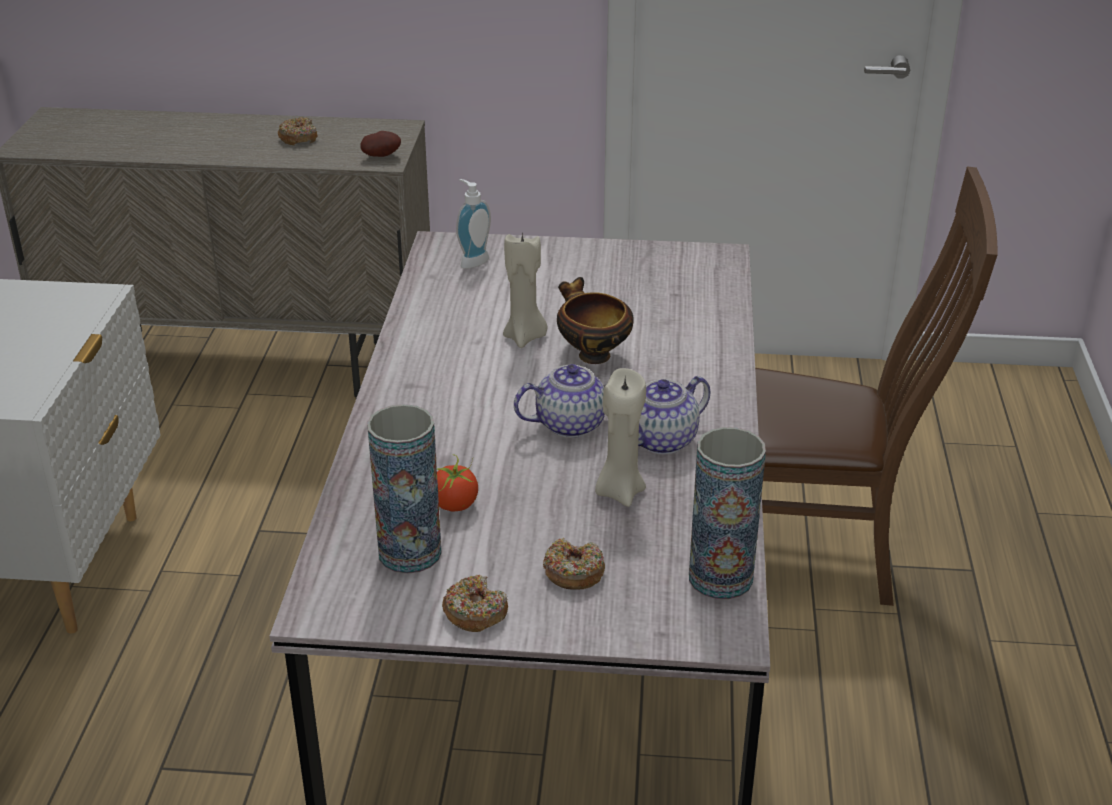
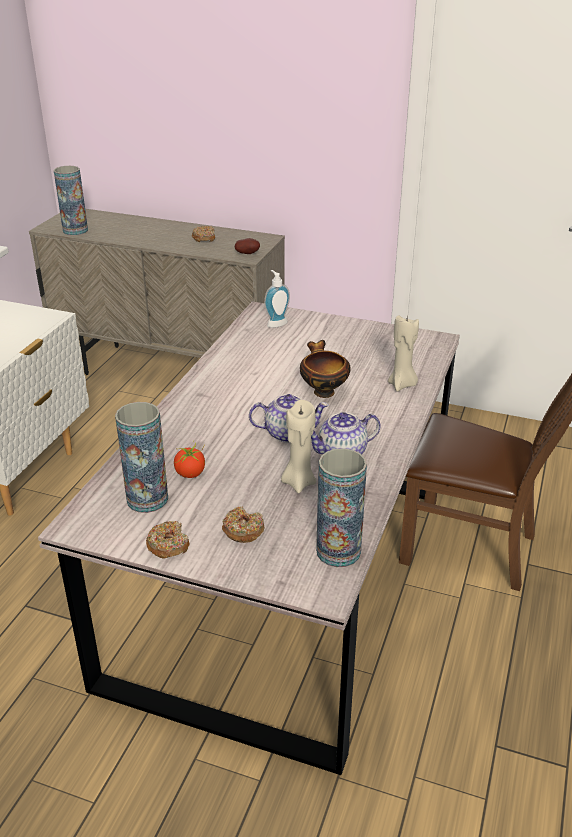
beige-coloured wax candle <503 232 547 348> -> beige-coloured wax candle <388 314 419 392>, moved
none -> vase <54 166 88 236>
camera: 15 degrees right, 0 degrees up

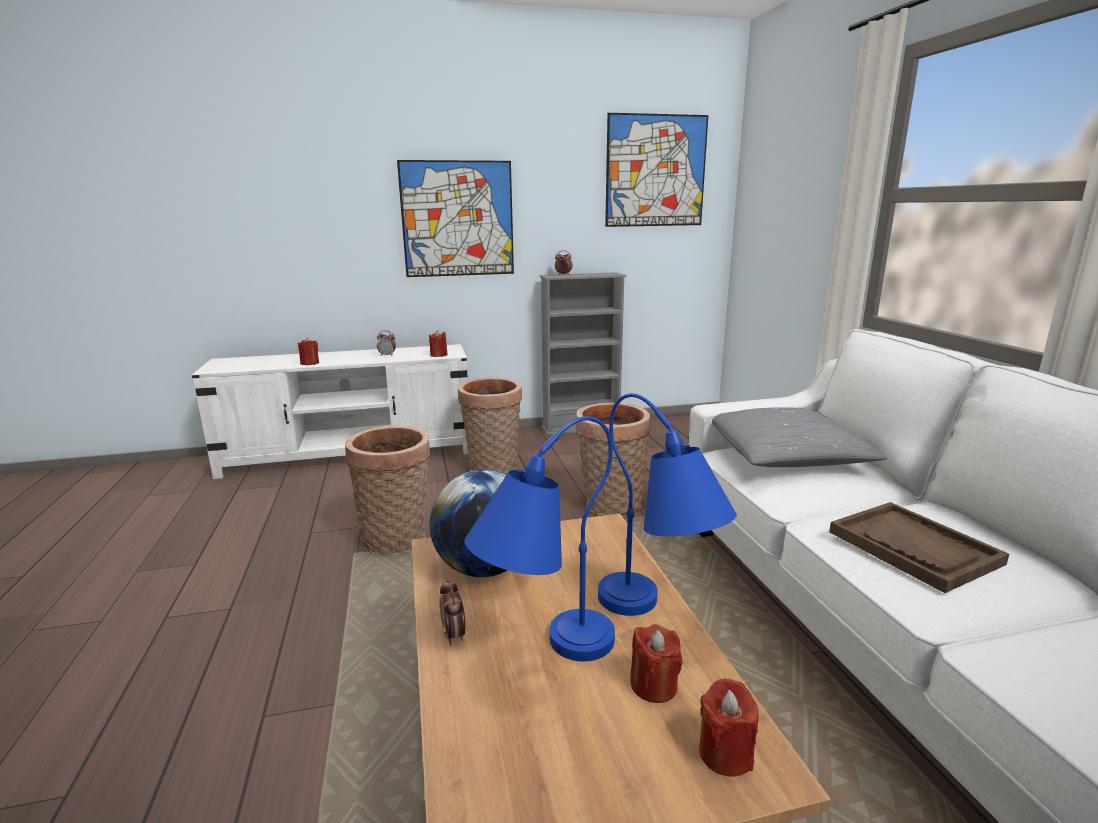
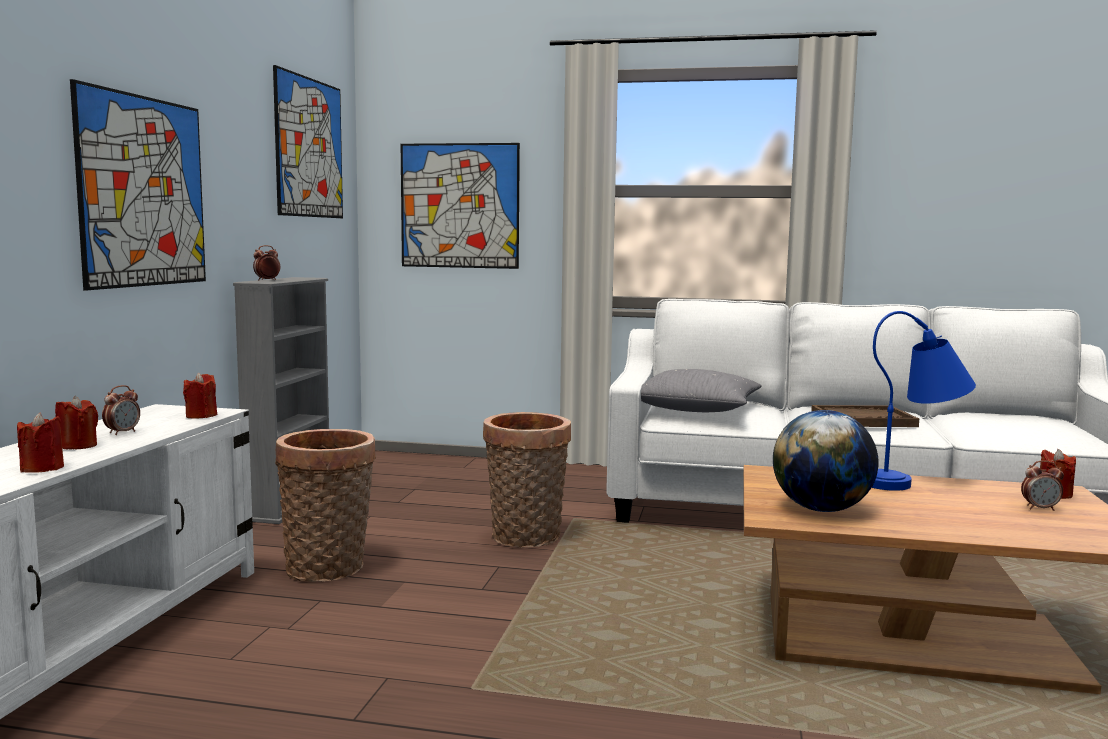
blue-coloured table lamp <464 416 615 661> -> none
household basket <345 426 430 555> -> none
alarm clock <439 579 466 645> -> alarm clock <1021 460 1064 511>, moved
red wax candle <630 624 683 703> -> red wax candle <55 396 98 449>, moved
none -> wall picture <401 143 520 269>
camera: 65 degrees left, 10 degrees down

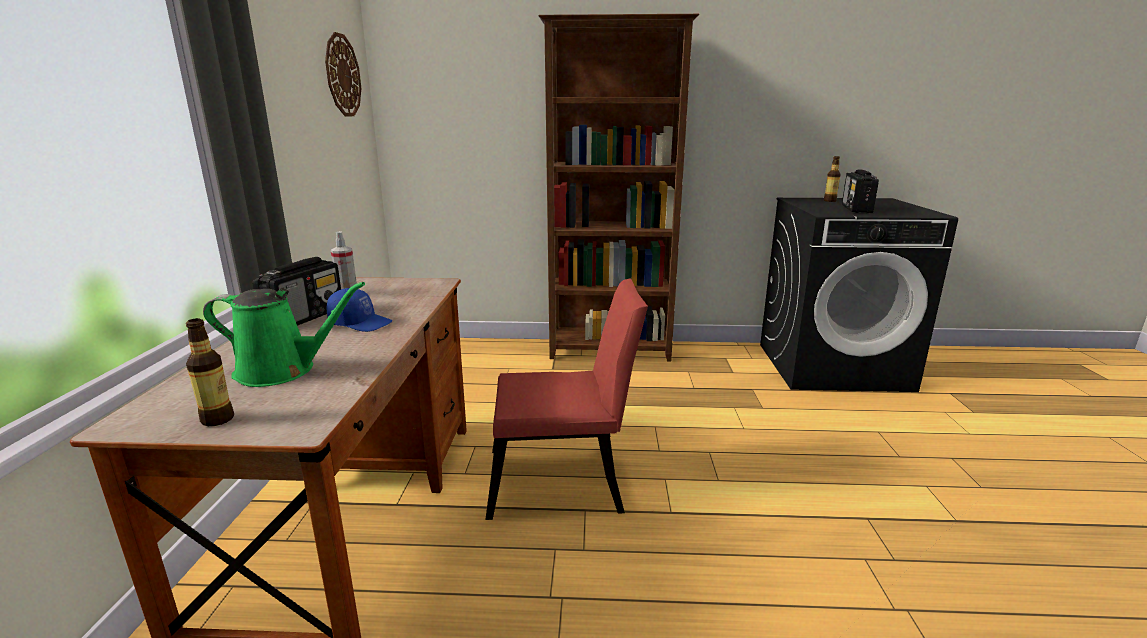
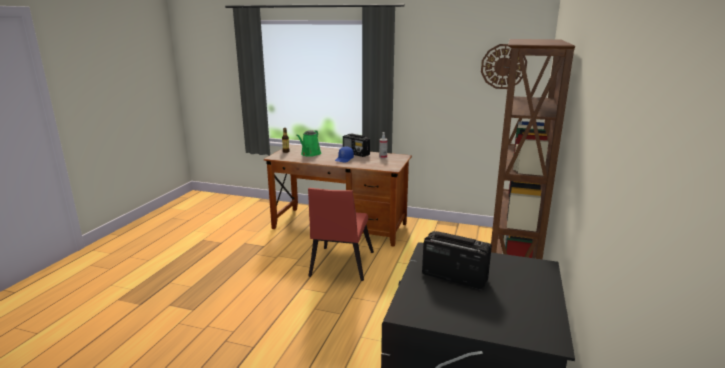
bottle <824 156 841 202> -> none
camera: 105 degrees right, 0 degrees up

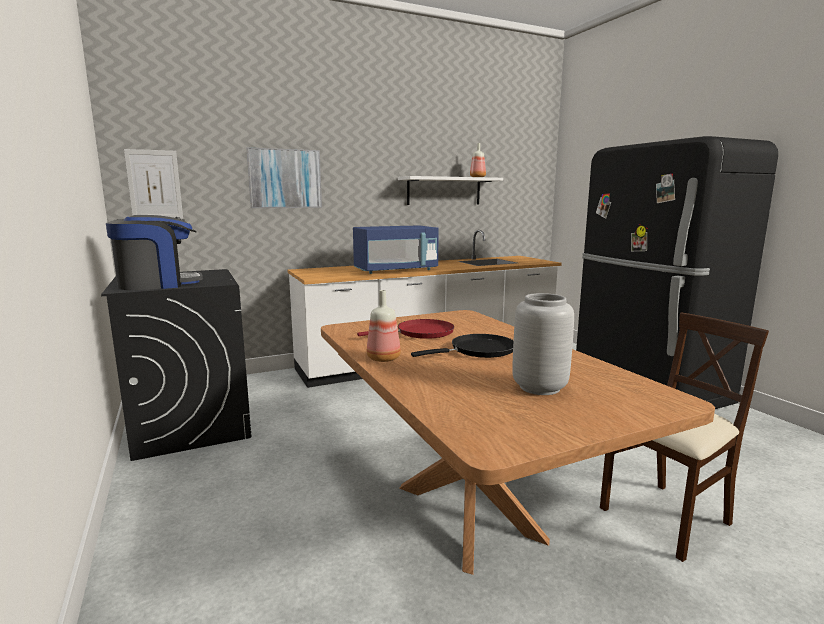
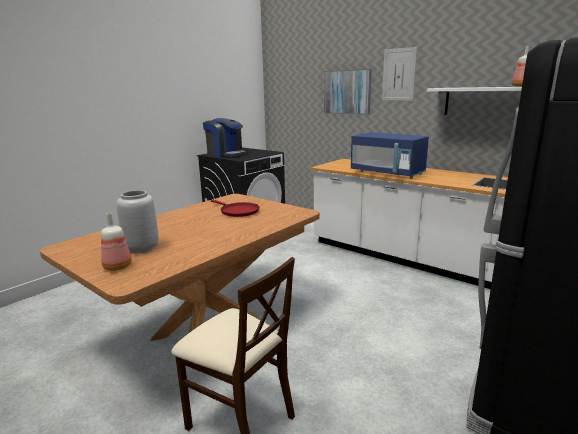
wall picture <124 149 183 219> -> wall picture <382 47 417 101>, moved
bottle <367 290 401 362> -> bottle <101 213 132 271>, moved
black-coloured skillet <411 334 514 358> -> none
camera: 65 degrees right, 5 degrees up

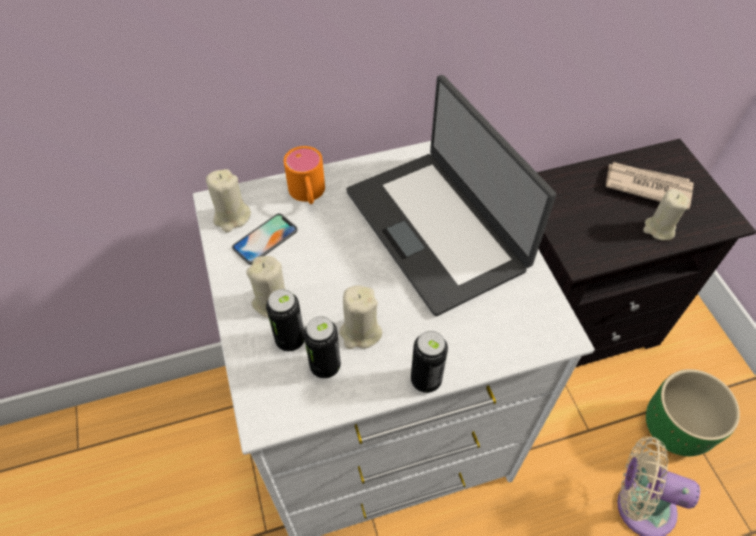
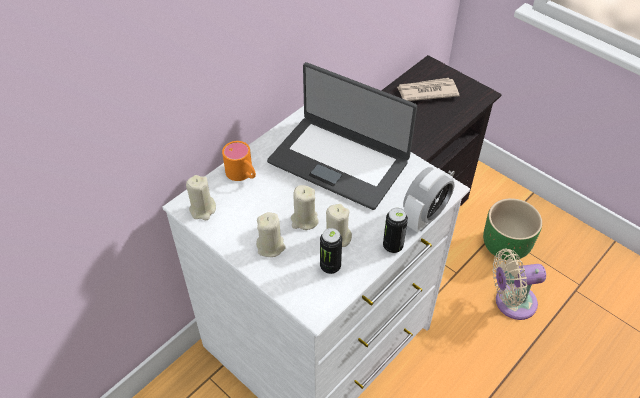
beige-coloured wax candle <643 189 689 241> -> beige-coloured wax candle <291 185 319 230>, moved
telephone <232 213 298 265> -> none
metal can <266 289 305 351> -> none
none -> alarm clock <403 167 455 232>
camera: 30 degrees left, 5 degrees down

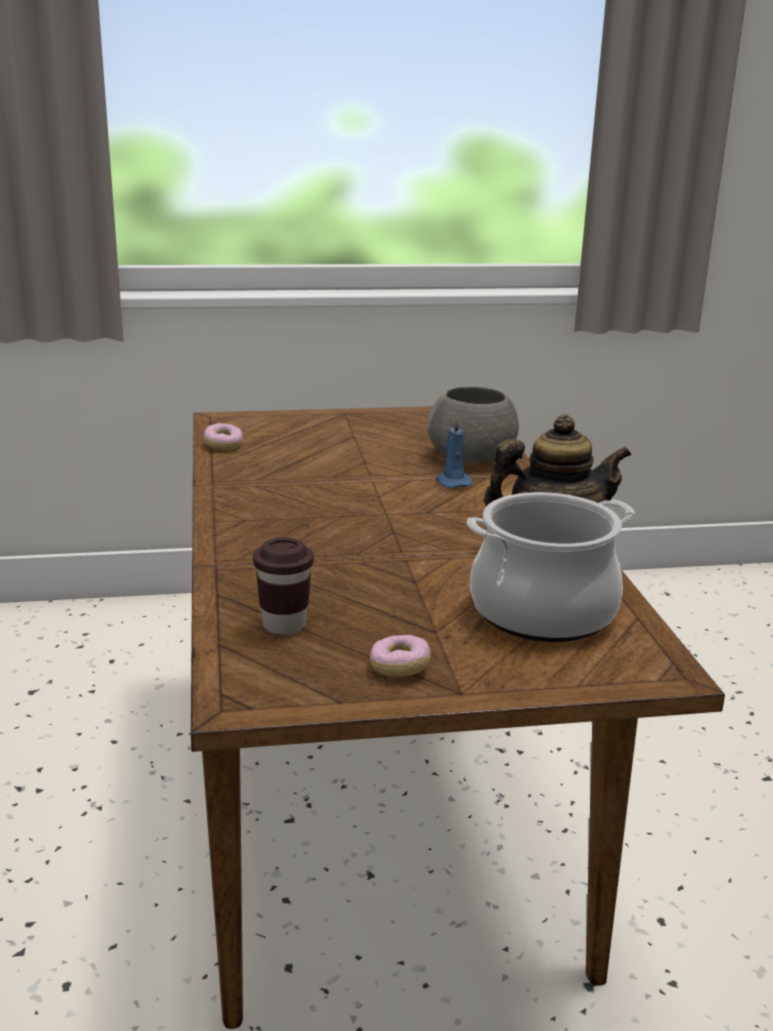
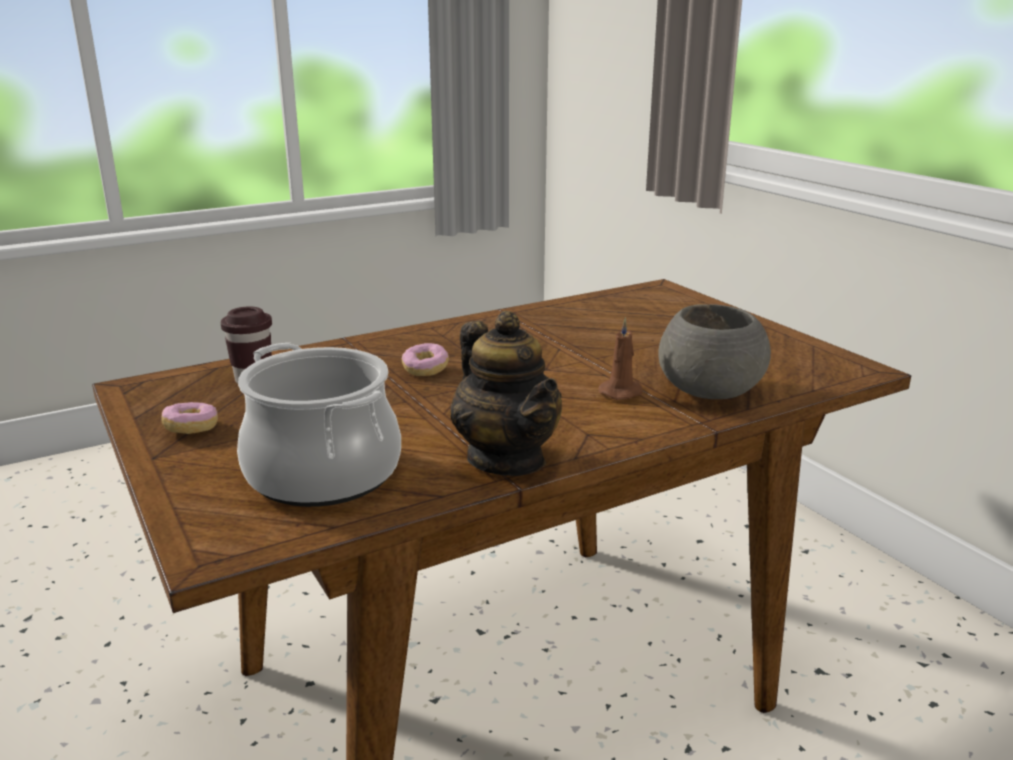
blue-coloured wax candle <436 417 473 488> -> brownish wax candle <598 317 643 400>
donut <203 423 243 450> -> donut <402 343 449 376>, moved
camera: 70 degrees right, 0 degrees up

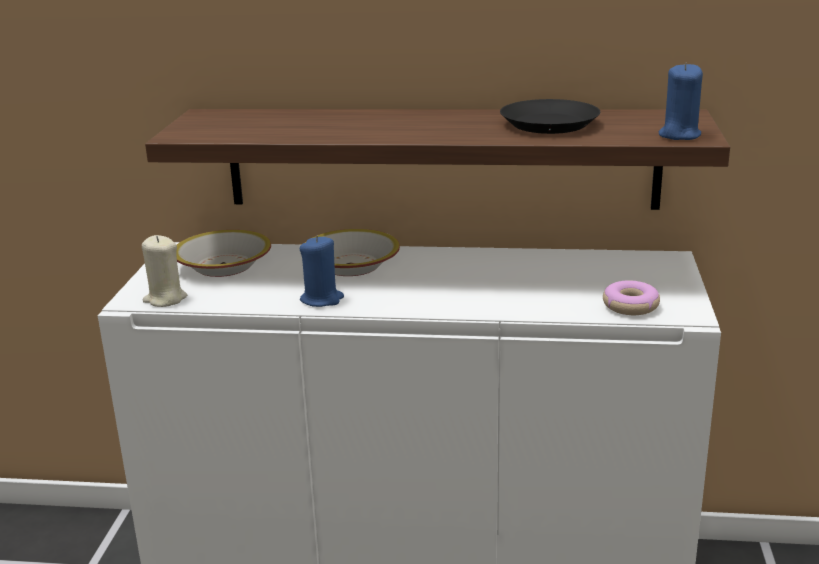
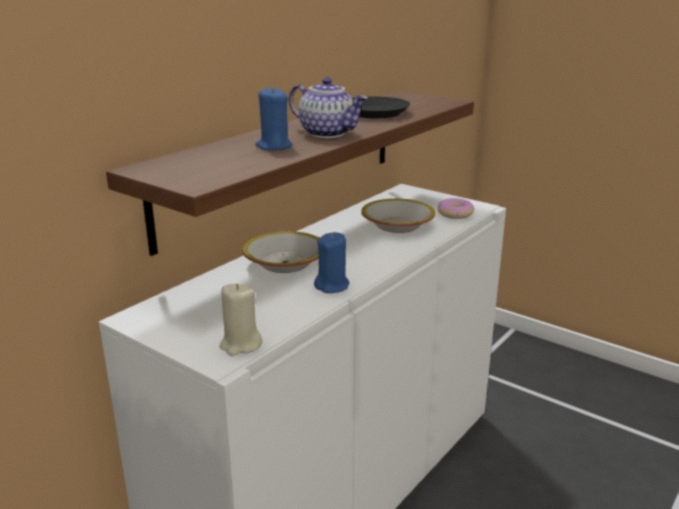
blue-coloured wax candle <659 63 703 140> -> blue-coloured wax candle <255 87 292 150>, moved
serving bowl <176 230 271 277> -> serving bowl <361 199 435 233>, moved
none -> pot for tea <289 77 368 138>
camera: 60 degrees left, 0 degrees up

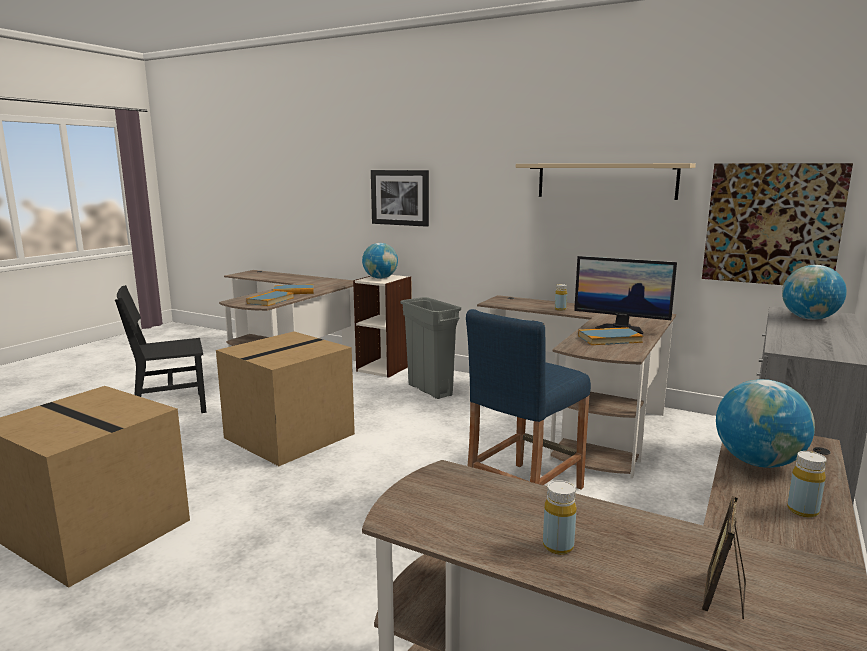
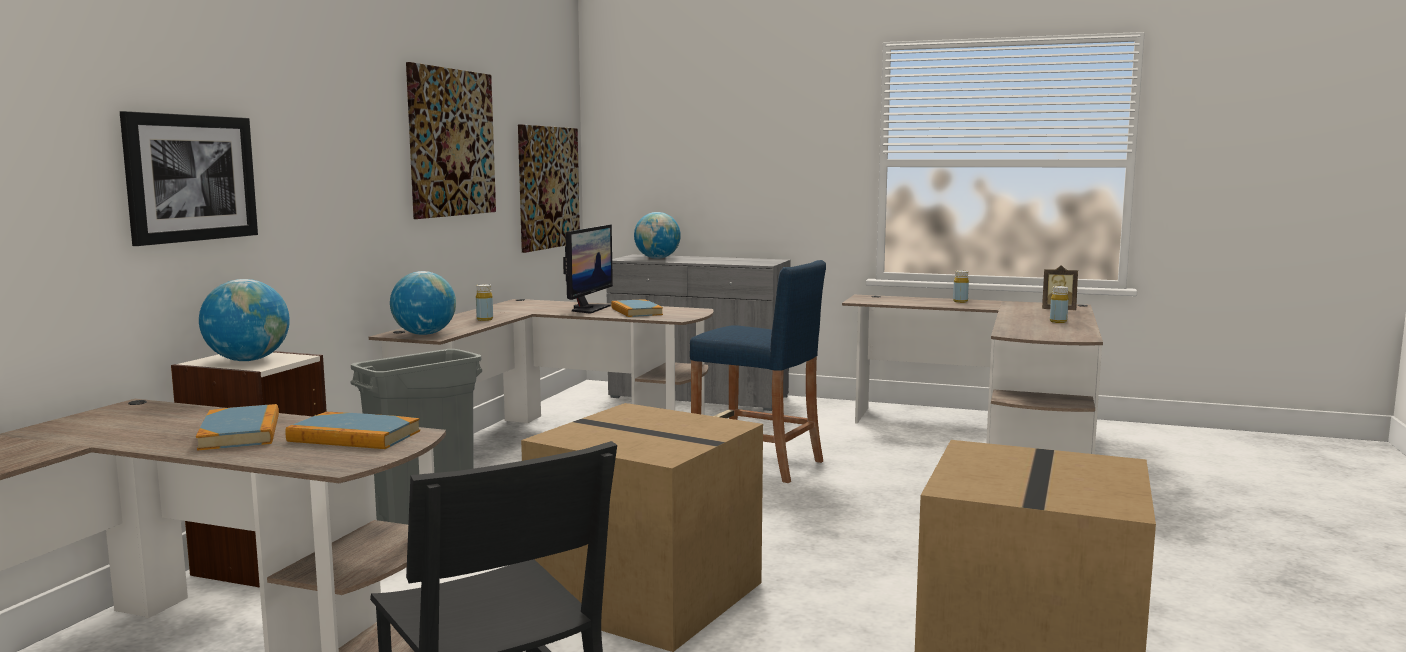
beige-coloured bracket shelf <516 163 696 200> -> wall picture <406 62 496 219>
world globe <716 379 815 468> -> world globe <390 271 456 335>, moved
camera: 100 degrees left, 5 degrees down

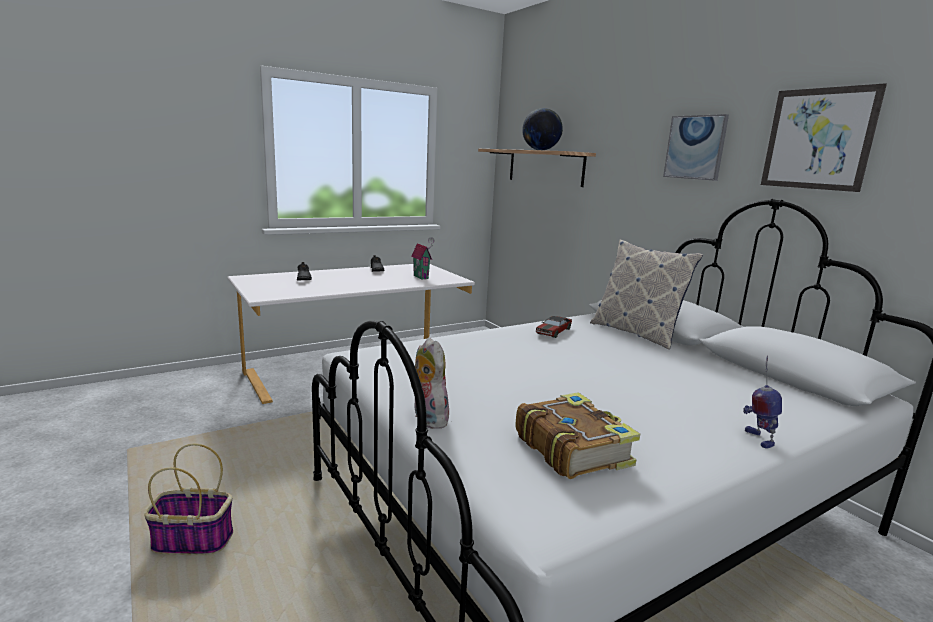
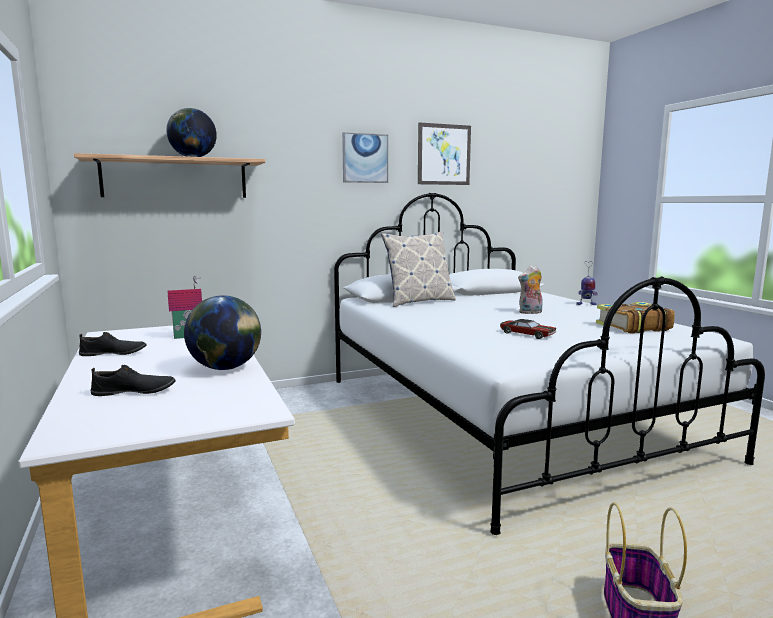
miniature car <536 316 572 338> -> miniature car <500 319 556 339>, moved
cuddly toy <411 337 449 429> -> cuddly toy <518 265 542 314>, moved
none -> world globe <184 295 261 370>
camera: 80 degrees left, 5 degrees down

